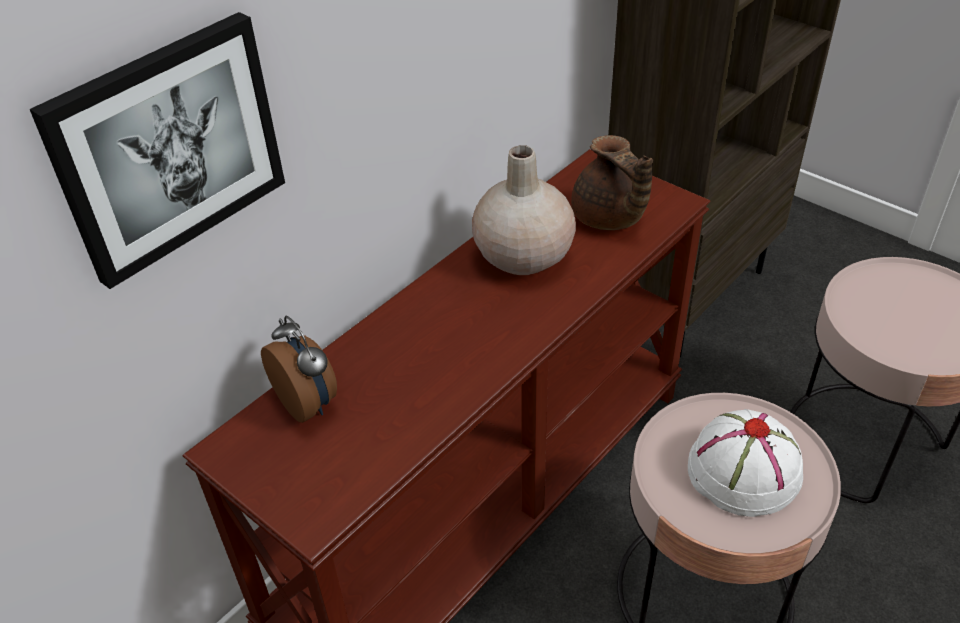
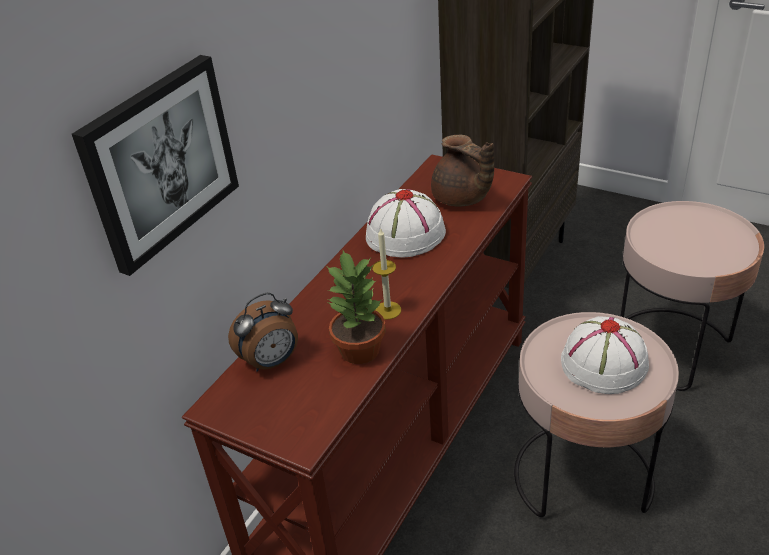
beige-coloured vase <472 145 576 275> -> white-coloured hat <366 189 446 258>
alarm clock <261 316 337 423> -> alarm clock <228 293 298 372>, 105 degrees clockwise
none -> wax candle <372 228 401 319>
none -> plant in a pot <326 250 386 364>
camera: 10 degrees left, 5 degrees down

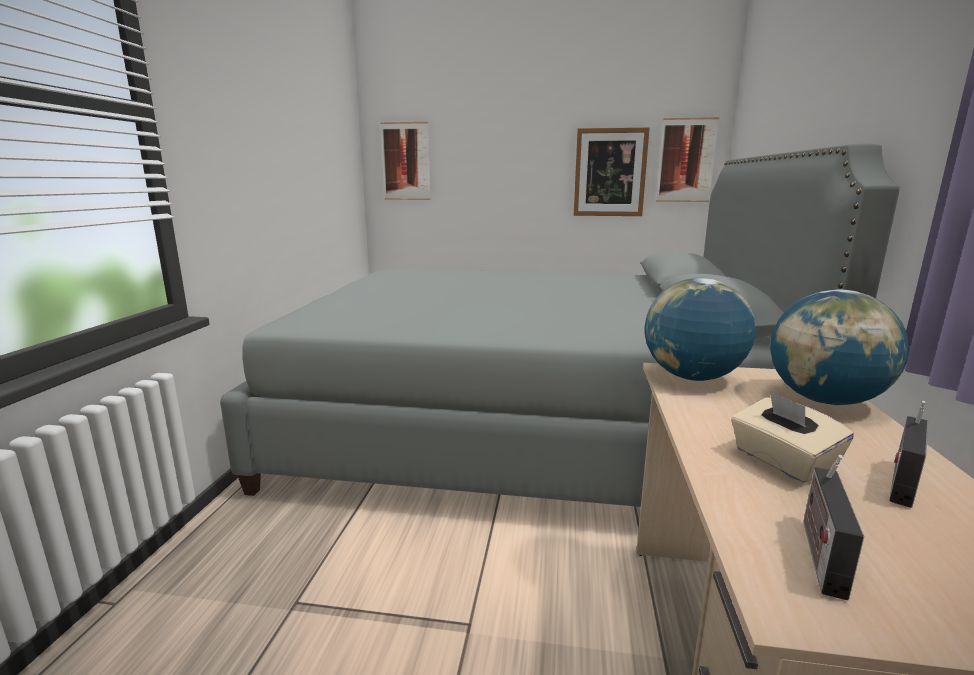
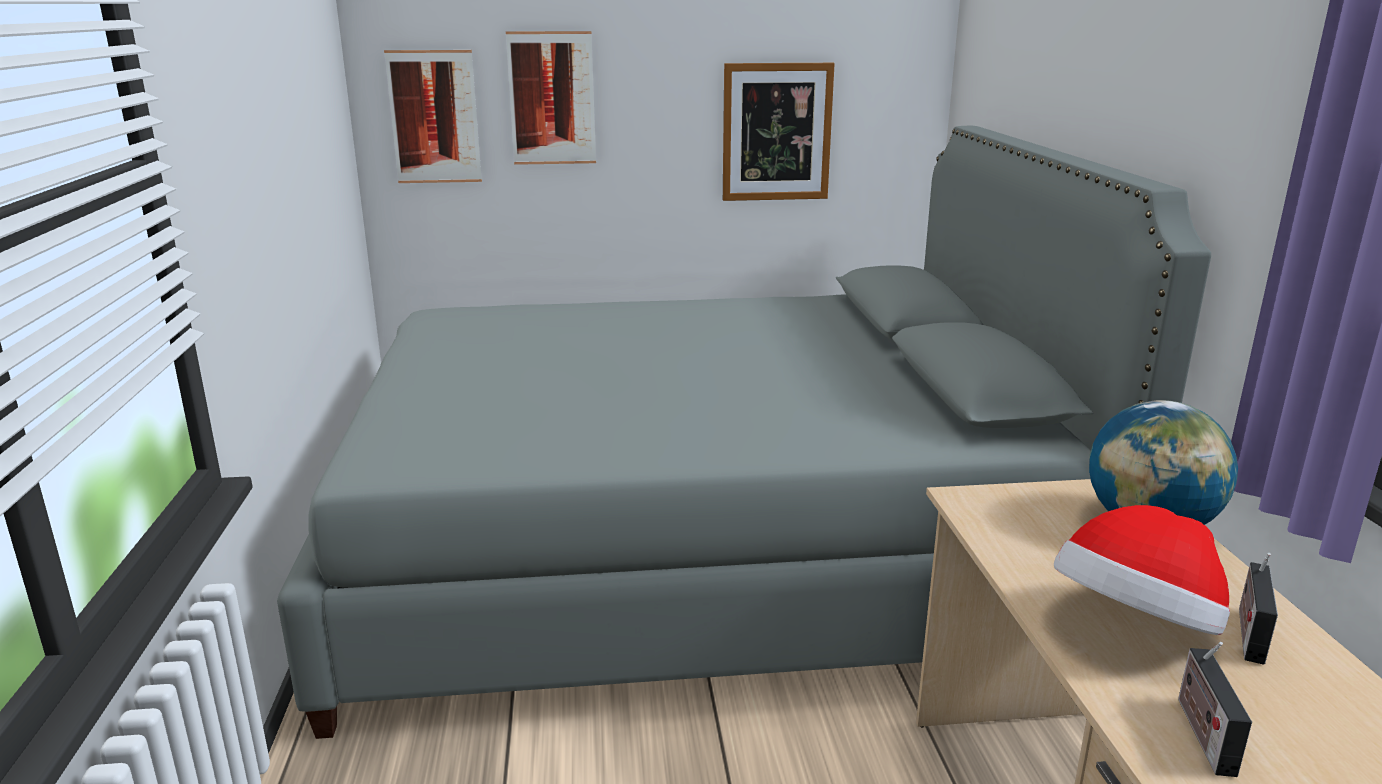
wall picture <656 117 719 202> -> wall picture <506 31 596 165>, moved
world globe <645 278 755 381> -> none
beige-coloured tissue box <731 391 854 484> -> hat <1054 505 1230 635>
camera: 15 degrees left, 5 degrees up

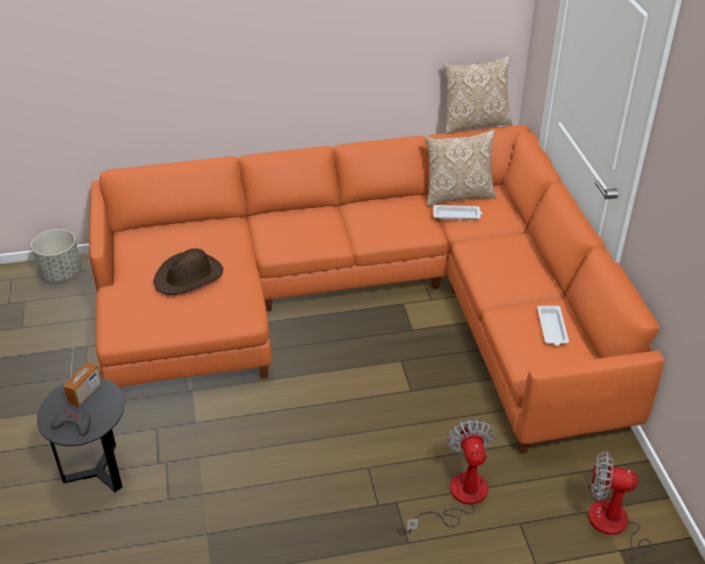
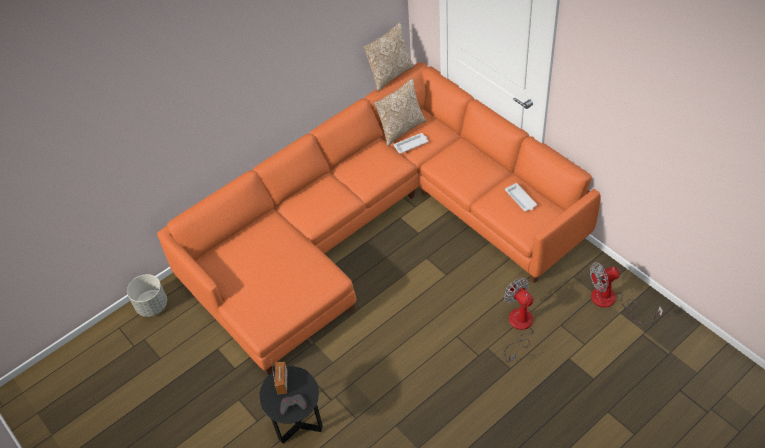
brownish hat <154 248 223 295> -> none
camera: 25 degrees left, 10 degrees up

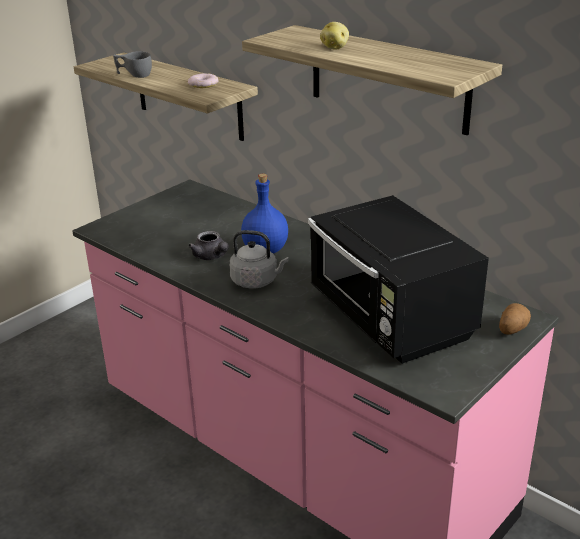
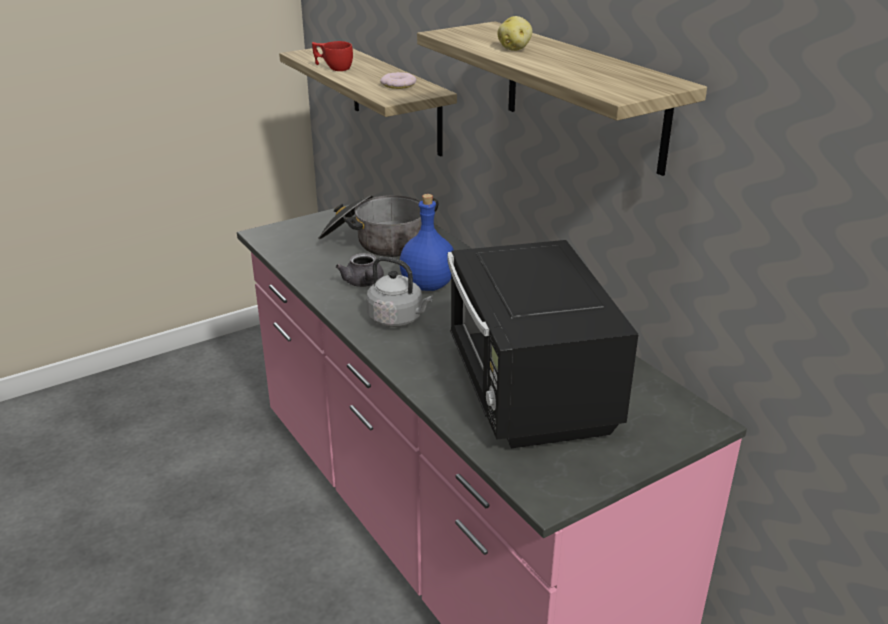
greyish small cup <113 51 152 78> -> red small cup <312 41 353 71>
spud <499 303 531 334> -> none
none -> saucepot <318 195 438 257>
camera: 15 degrees right, 0 degrees up

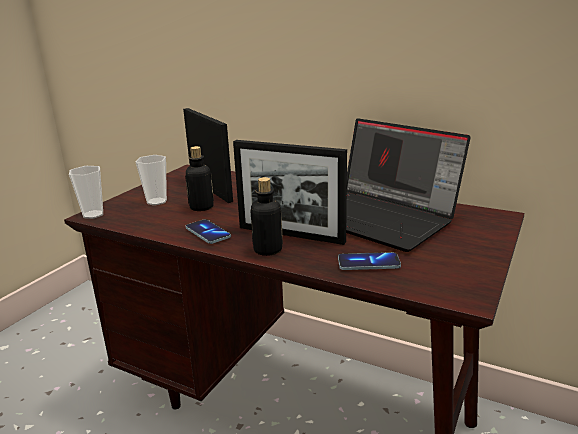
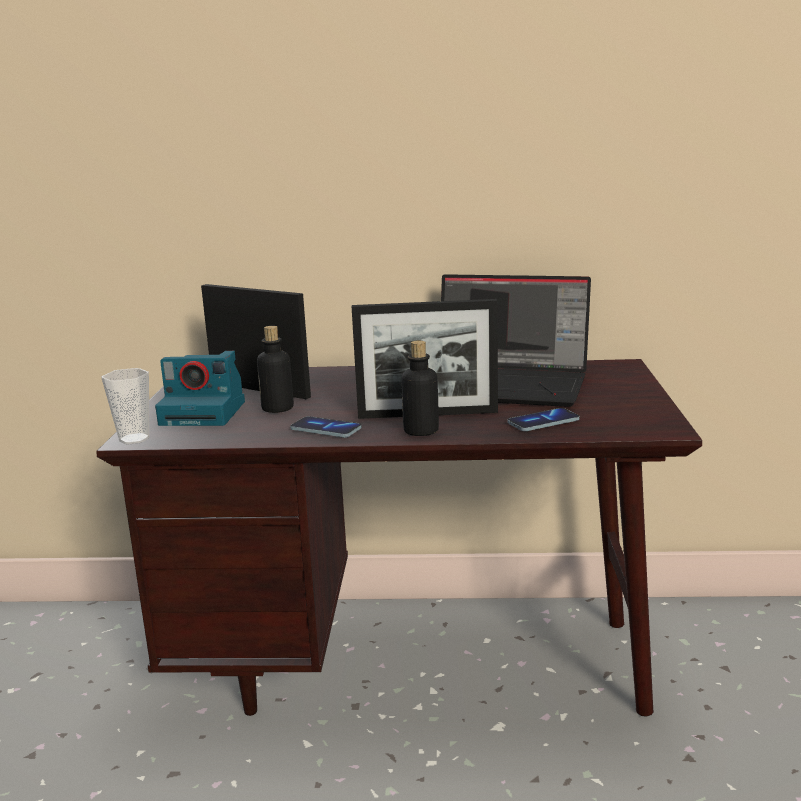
small cup <135 155 167 206> -> photo camera <155 351 245 426>
camera: 25 degrees left, 5 degrees down

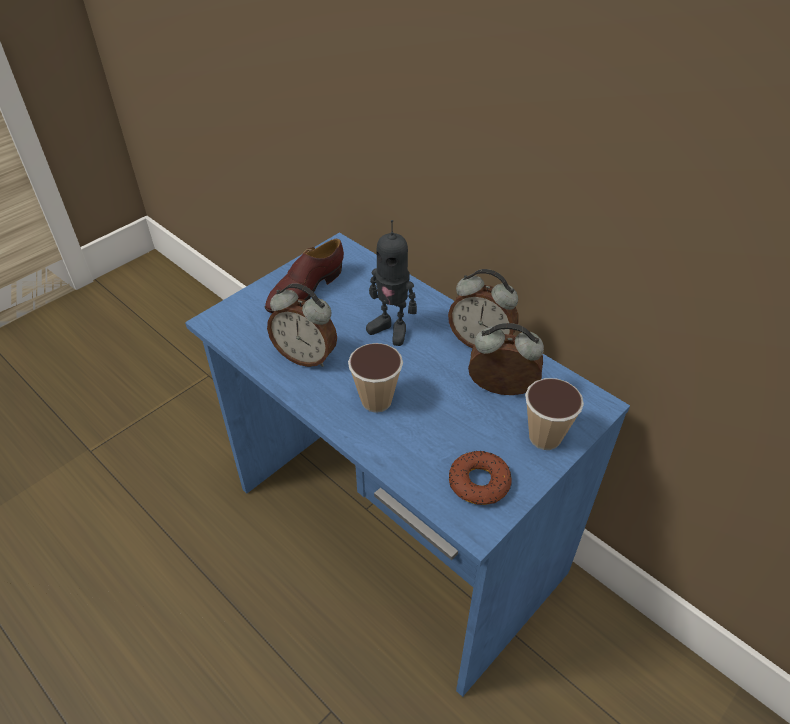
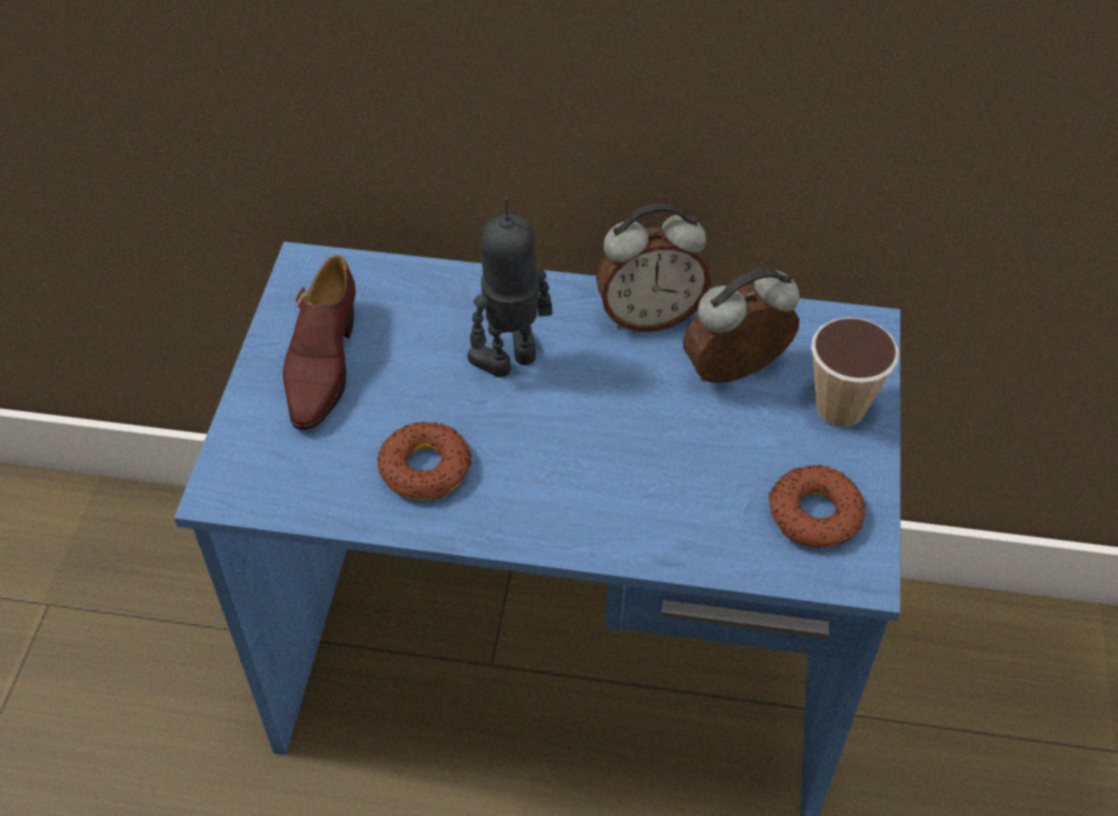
robot figure <366 220 417 346> -> robot figure <467 197 552 377>, 150 degrees clockwise
alarm clock <267 283 337 367> -> donut <377 422 472 500>
small cup <348 343 403 413> -> none
camera: 35 degrees left, 5 degrees up

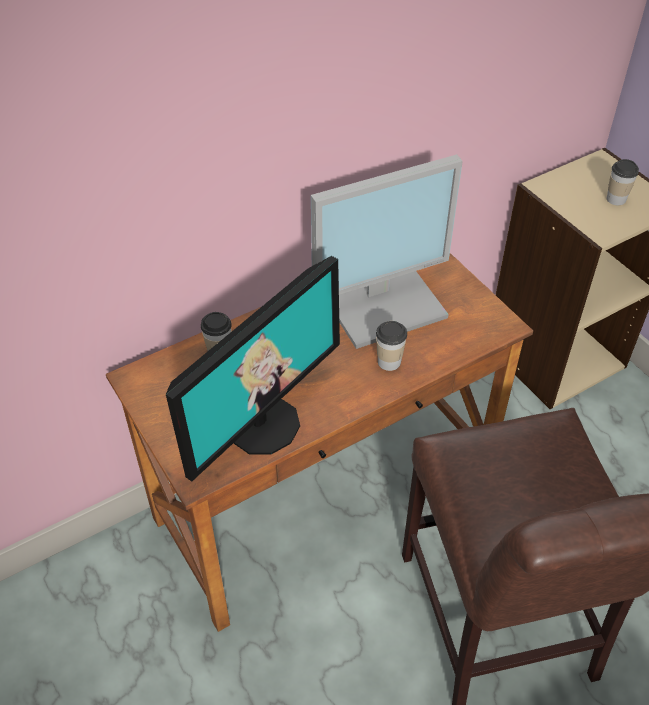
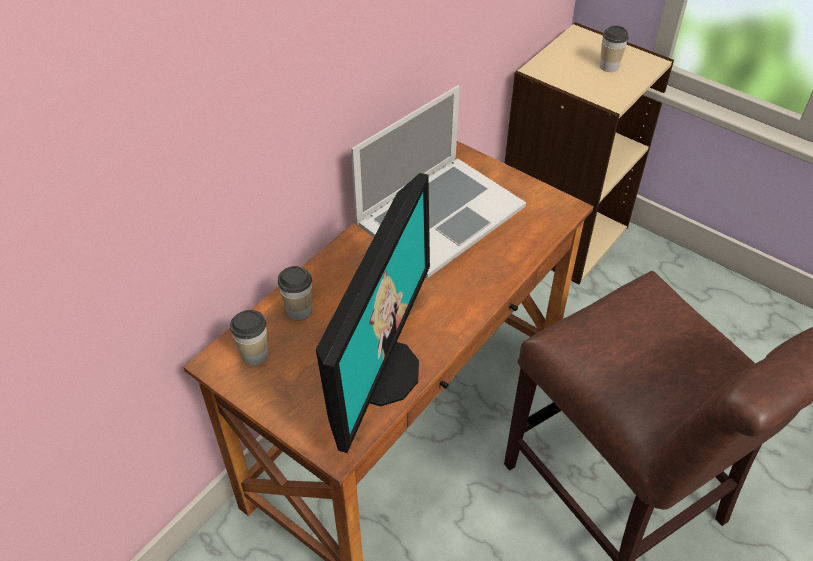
monitor <311 154 463 349> -> laptop <351 85 526 278>
small cup <376 321 407 371> -> small cup <230 310 268 365>, moved
camera: 20 degrees left, 0 degrees up

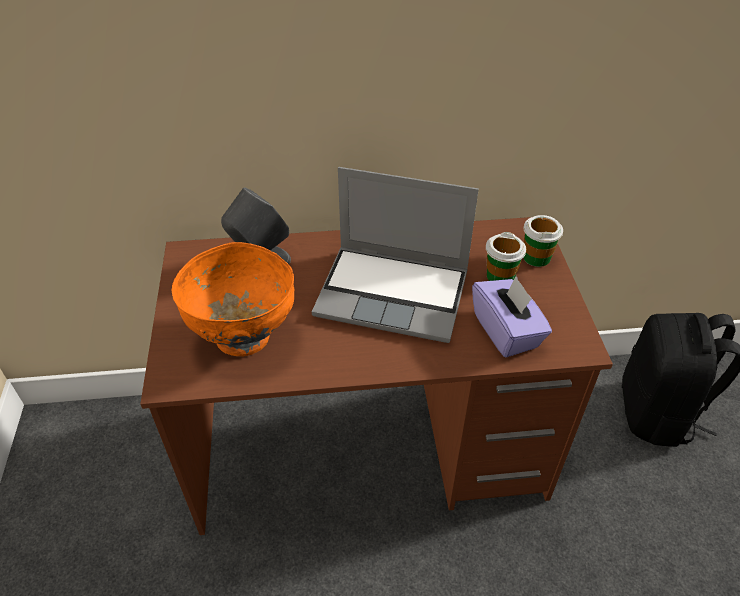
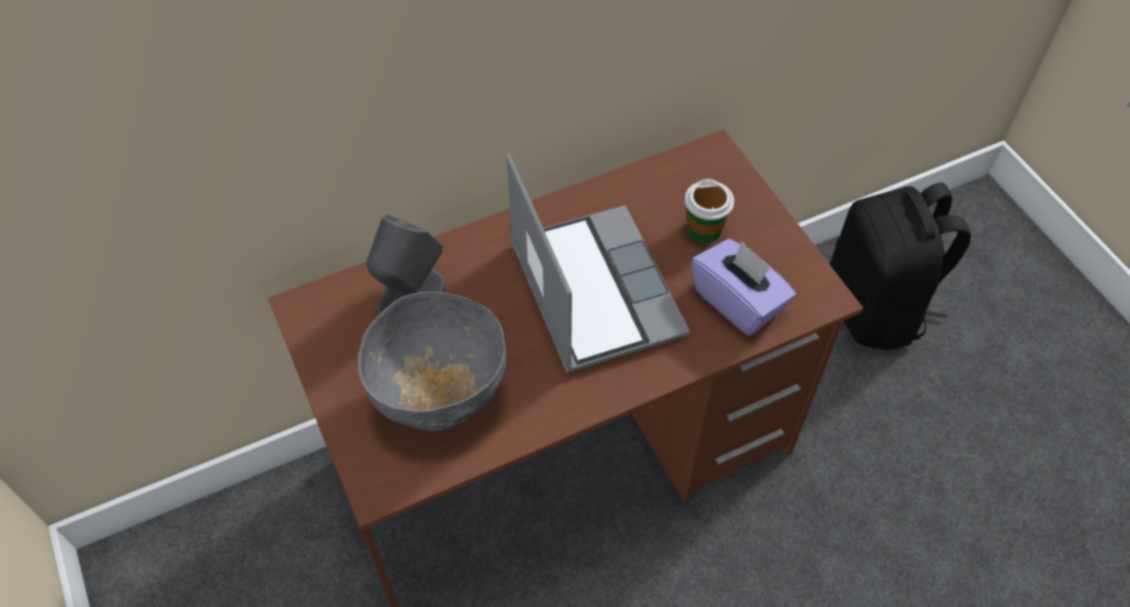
laptop <312 167 479 343> -> laptop <506 154 690 373>, 105 degrees counterclockwise
small cup <523 215 563 267> -> none
orange-coloured serving bowl <172 242 294 356> -> greyish serving bowl <358 292 507 431>
camera: 20 degrees left, 10 degrees up

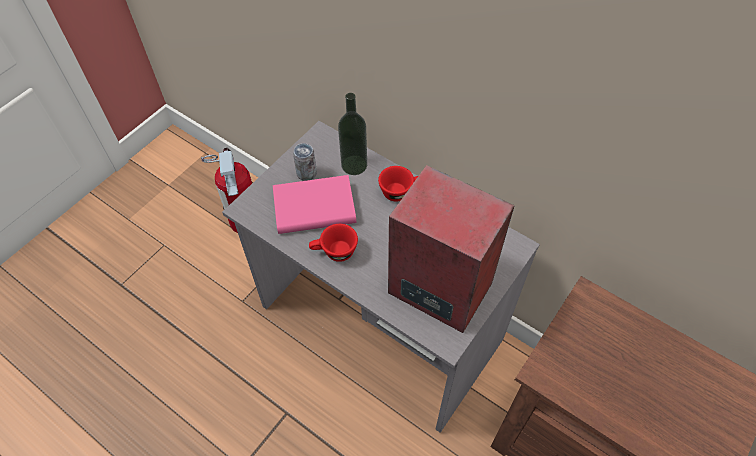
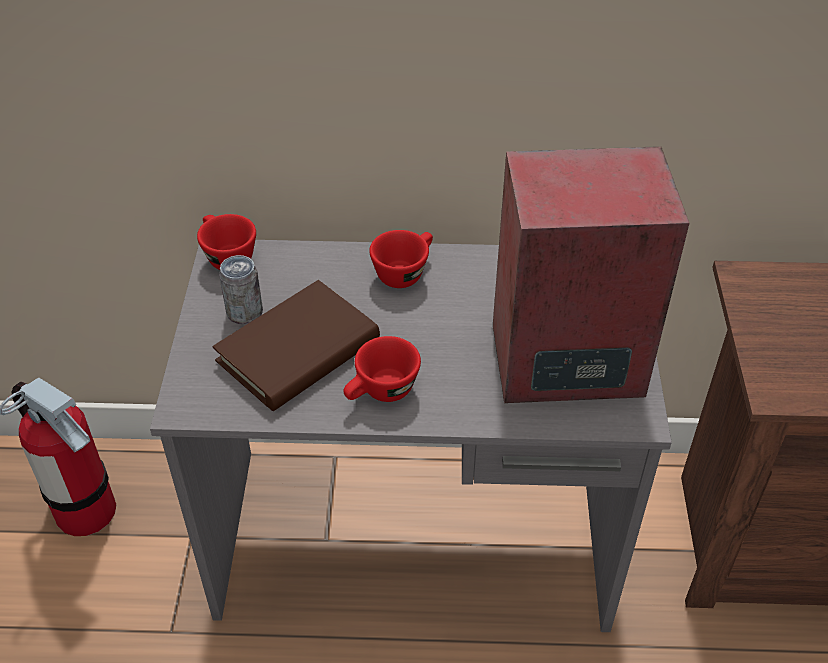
bottle <338 93 367 175> -> none
pink book <273 175 356 234> -> brownish book <212 280 380 411>
none -> red small cup <197 214 256 270>
camera: 35 degrees left, 10 degrees down

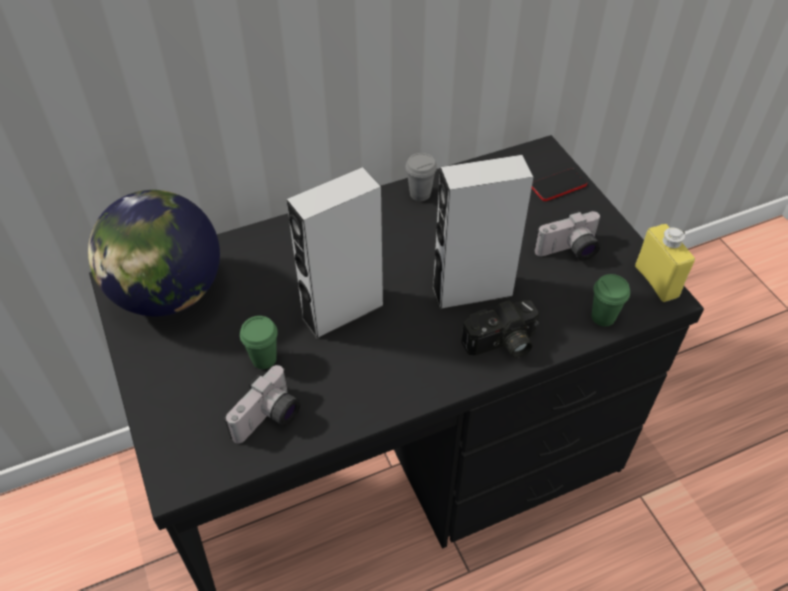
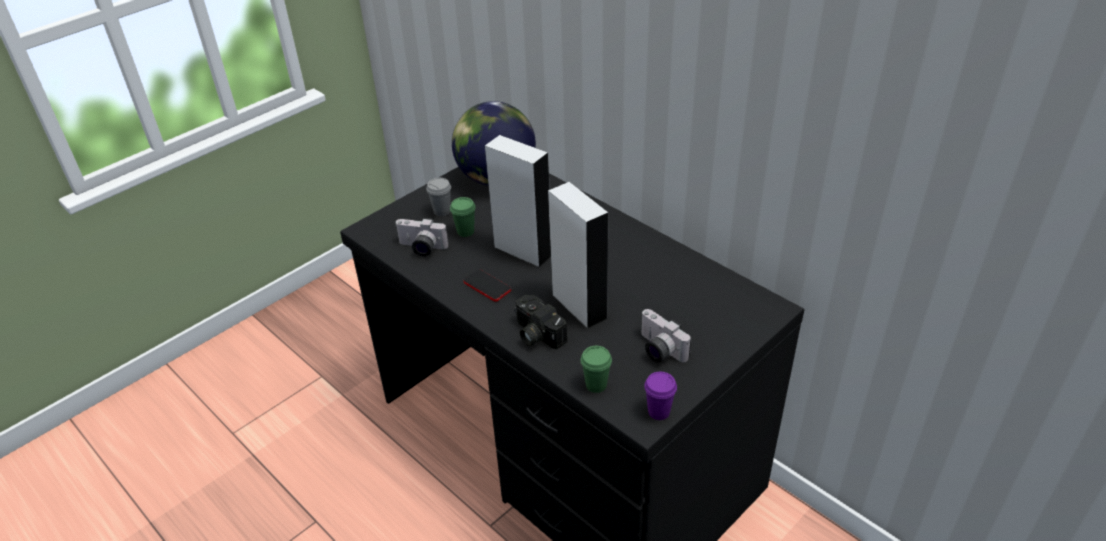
greyish small cup <406 153 437 201> -> greyish small cup <426 178 451 216>, moved
telephone <532 169 587 201> -> telephone <463 269 511 302>, moved
yellow-coloured bottle <635 224 695 302> -> purple-coloured small cup <644 372 677 420>
camera: 70 degrees right, 10 degrees down

